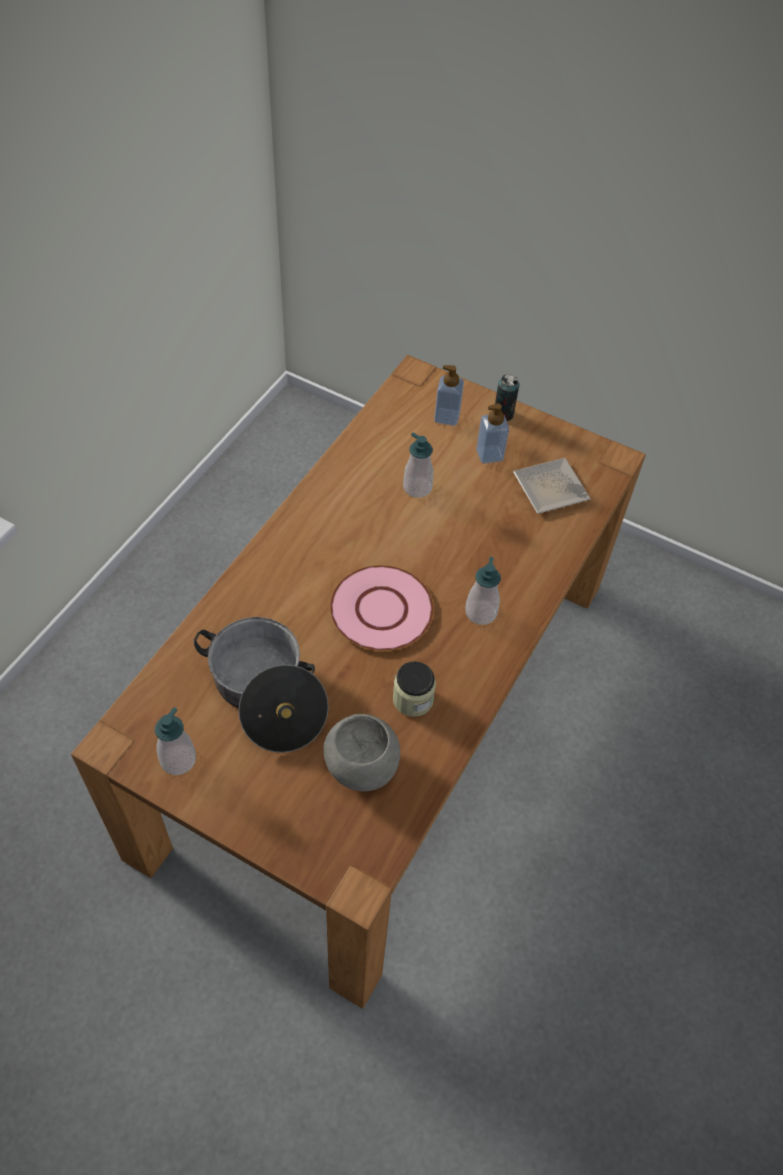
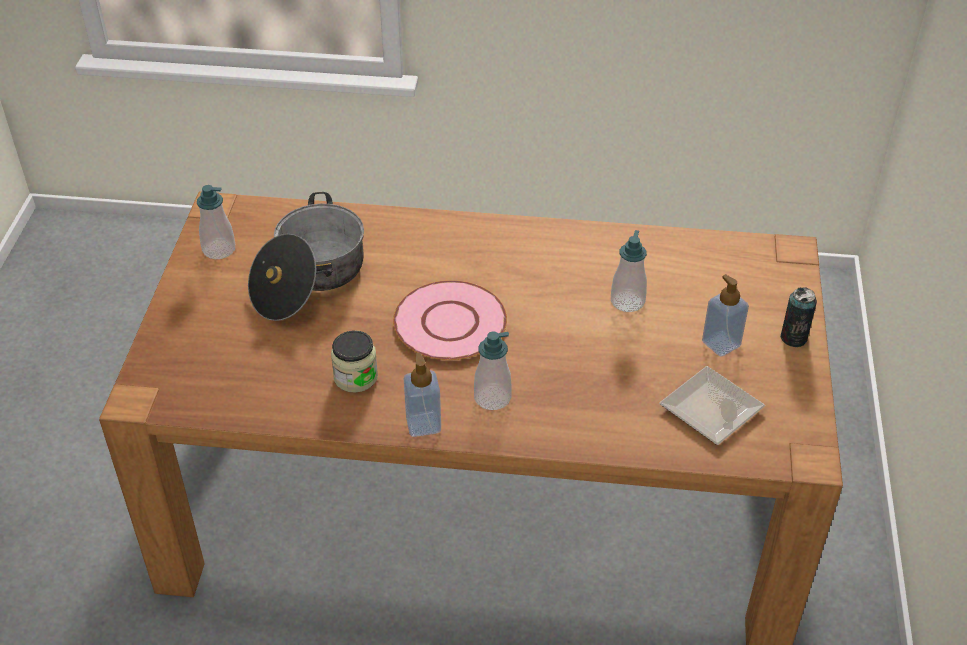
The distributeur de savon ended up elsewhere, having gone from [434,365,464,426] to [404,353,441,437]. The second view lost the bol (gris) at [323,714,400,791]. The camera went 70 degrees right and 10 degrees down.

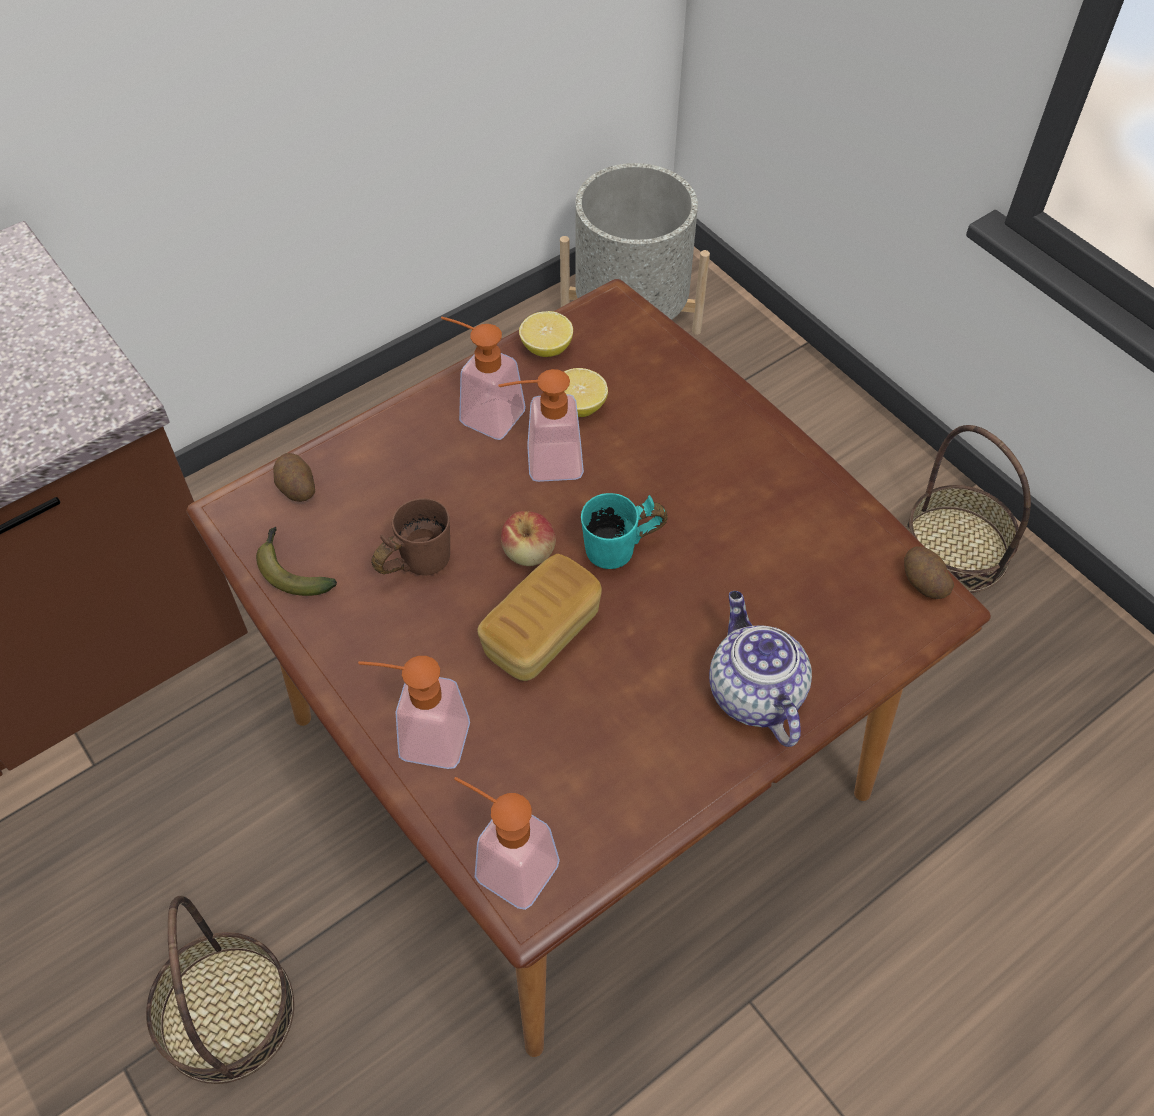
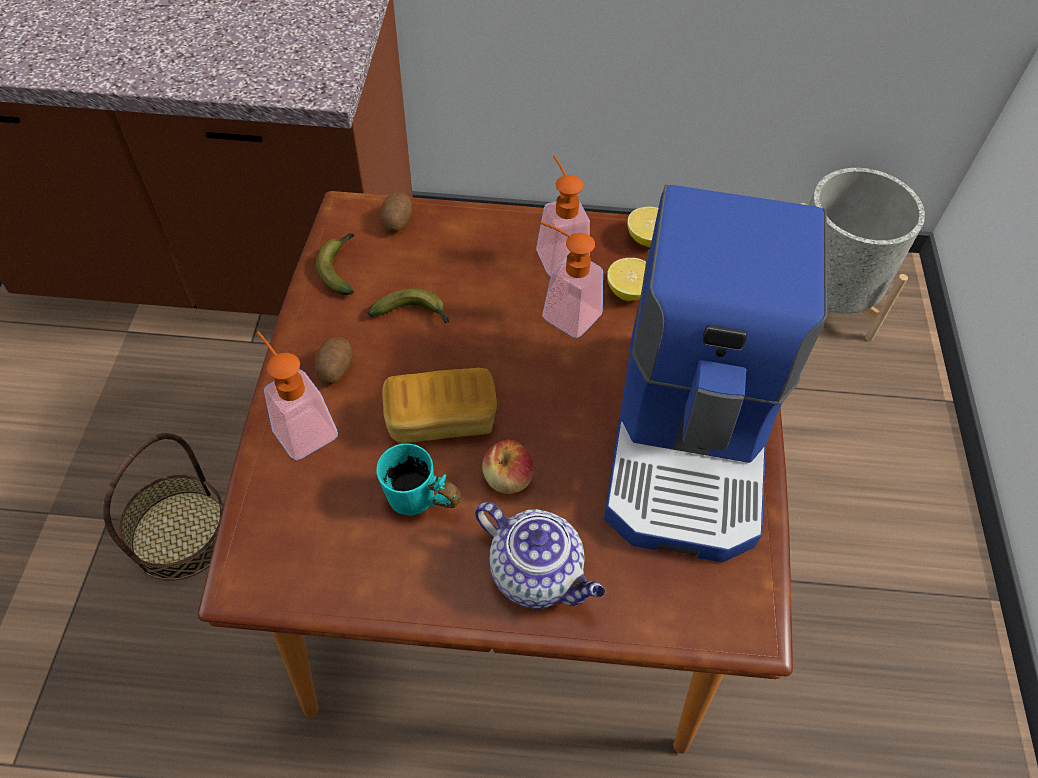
The second view lost the panier at [905,425,1031,593]. The mug (turquoise) ended up elsewhere, having gone from [581,493,668,569] to [376,444,461,516]. Where the mug (marron) stood at [371,498,450,575], the banane came to stand at [368,288,450,323]. The pomme ended up elsewhere, having gone from [501,511,556,566] to [482,440,534,494]. The pomme de terre ended up elsewhere, having gone from [904,546,954,599] to [315,337,352,384]. The théière at [709,591,812,747] ended up facing another way, 105 degrees clockwise from before. The second view lost the distributeur de savon at [454,777,560,910]. The second view gained the machine à café at [604,184,827,563]. The camera went 40 degrees right and 0 degrees up.

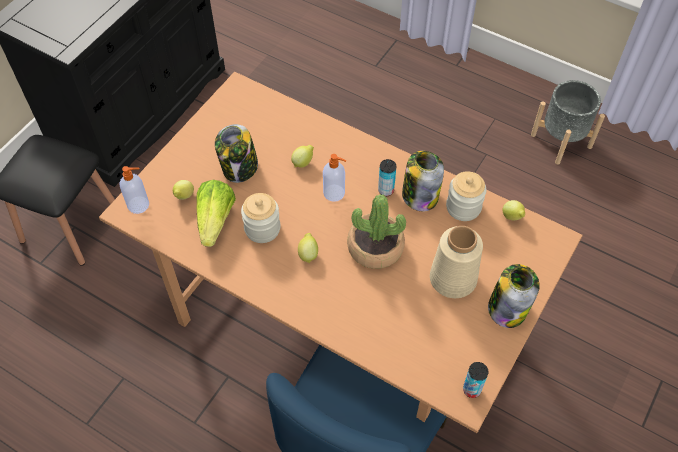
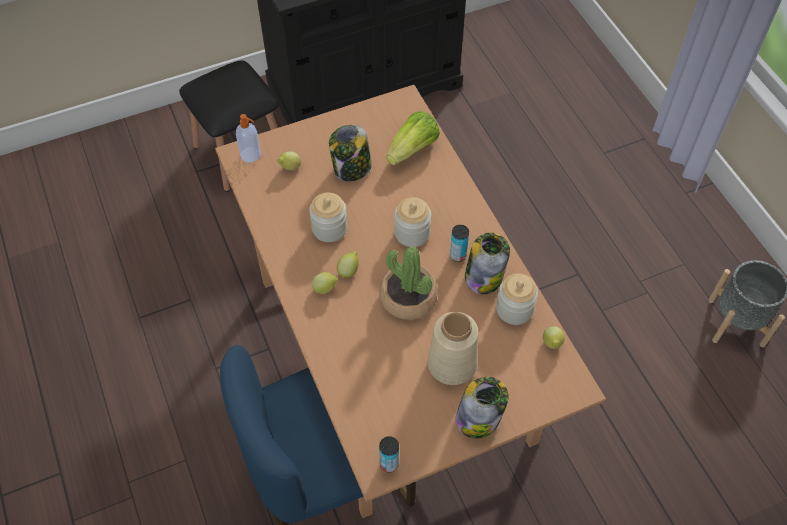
The citron ended up elsewhere, having gone from [291,145,314,168] to [312,272,338,294]. Where the distributeur de savon stood at [323,154,347,202], the bocal came to stand at [394,197,431,247]. The laitue ended up elsewhere, having gone from [197,180,236,247] to [387,111,440,165]. The camera went 35 degrees right and 0 degrees up.

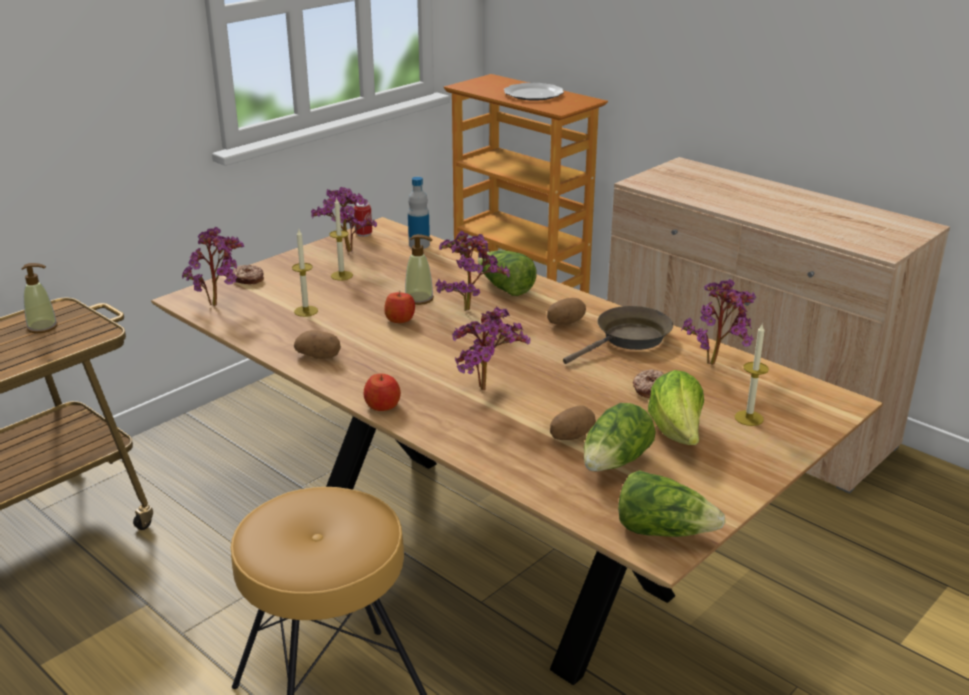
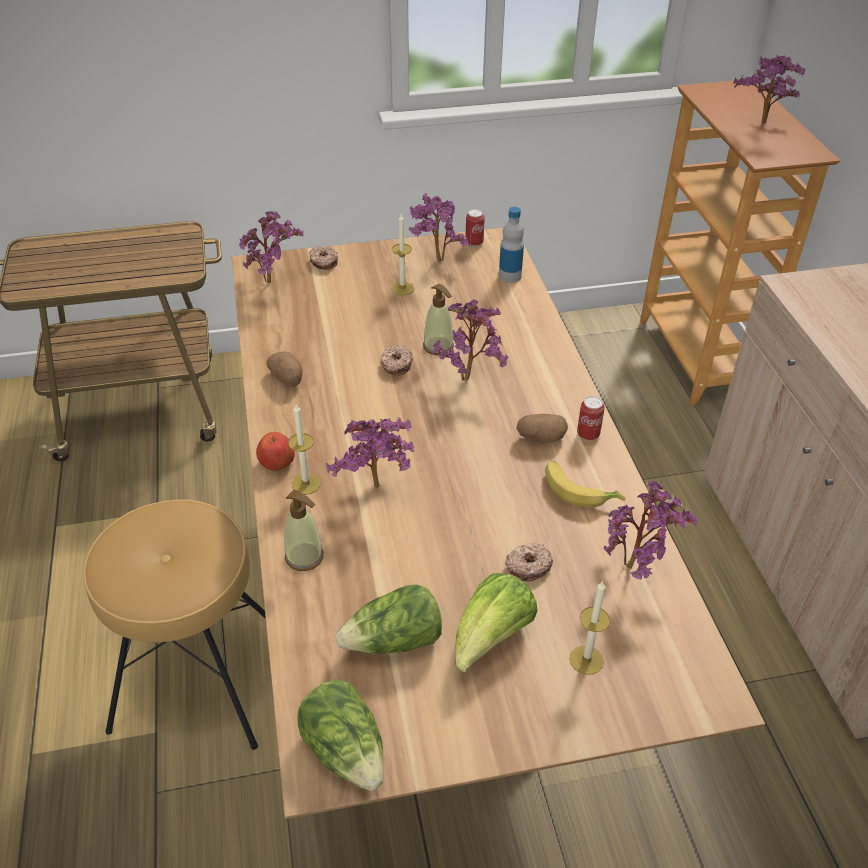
Where the assiette stood at [504,83,564,101], the plante en pot came to stand at [733,55,805,124]. The bougie ended up elsewhere, having gone from [292,229,318,317] to [288,404,321,495]. The second view lost the laitue at [478,250,537,296]. The distributeur de savon ended up elsewhere, having gone from [22,263,58,333] to [284,490,324,571]. Where the pomme stood at [384,292,415,323], the beignet came to stand at [381,346,413,376]. Where the poêle (marron) stood at [563,306,673,364], the banane came to stand at [545,461,625,507]. The second view lost the pomme de terre at [550,405,596,440]. The second view gained the boîte métallique at [577,396,605,441]. The camera went 35 degrees right and 15 degrees up.

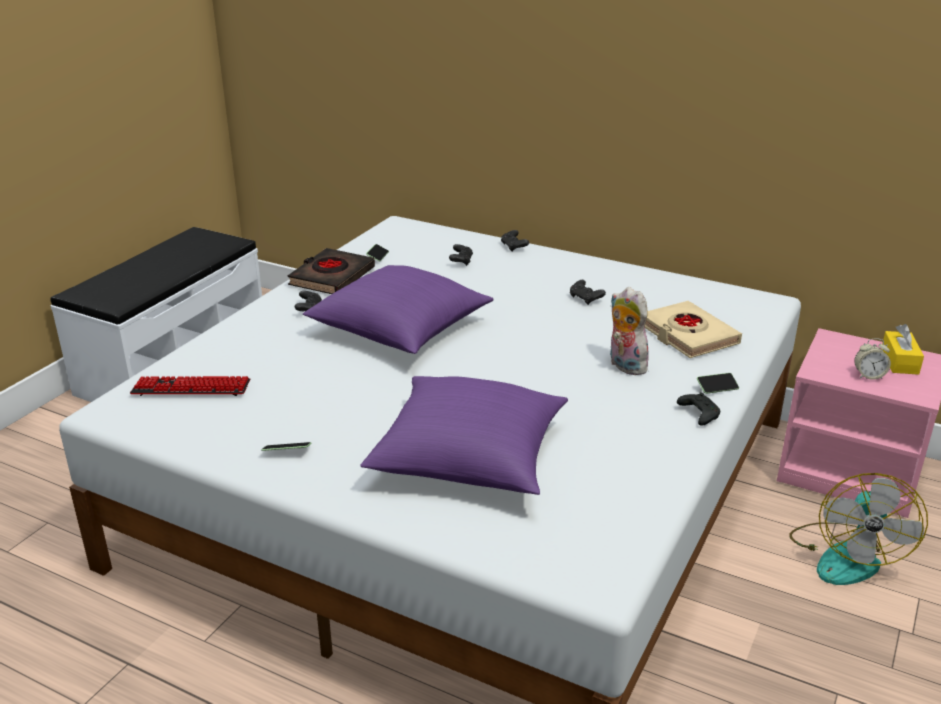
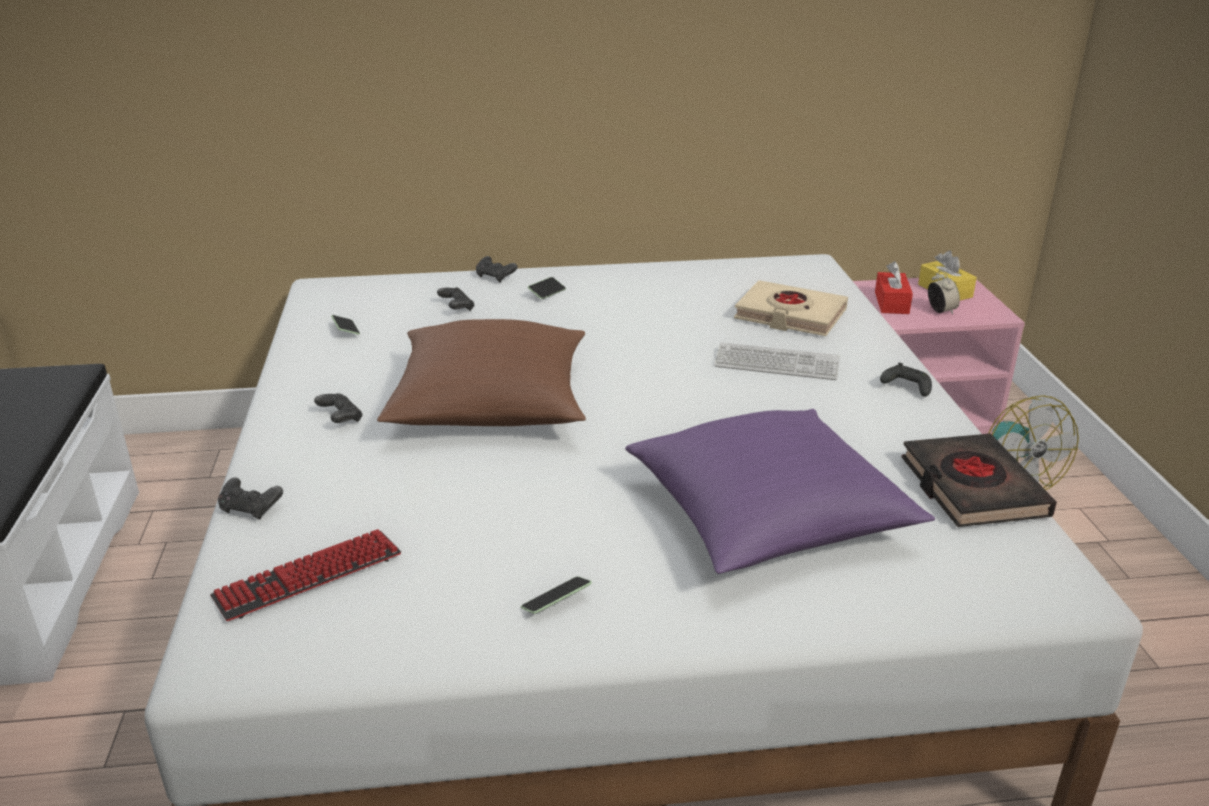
The livre (noir) ended up elsewhere, having gone from [288,248,375,294] to [902,433,1057,527]. What was the coussin (violet) at [303,265,493,354] turned into the coussin (marron) at [377,319,586,426]. The manette (noir) ended up elsewhere, having gone from [570,280,606,305] to [218,477,283,520]. Where the peluche stood at [610,287,649,375], the clavier came to stand at [714,342,840,380]. The réveil at [854,338,891,380] ended up facing another way, 75 degrees counterclockwise from before. The téléphone ended up elsewhere, having gone from [697,373,739,394] to [528,277,566,299]. The second view gained the boîte à mouchoirs (rouge) at [875,261,913,314]. The camera went 35 degrees left and 0 degrees up.

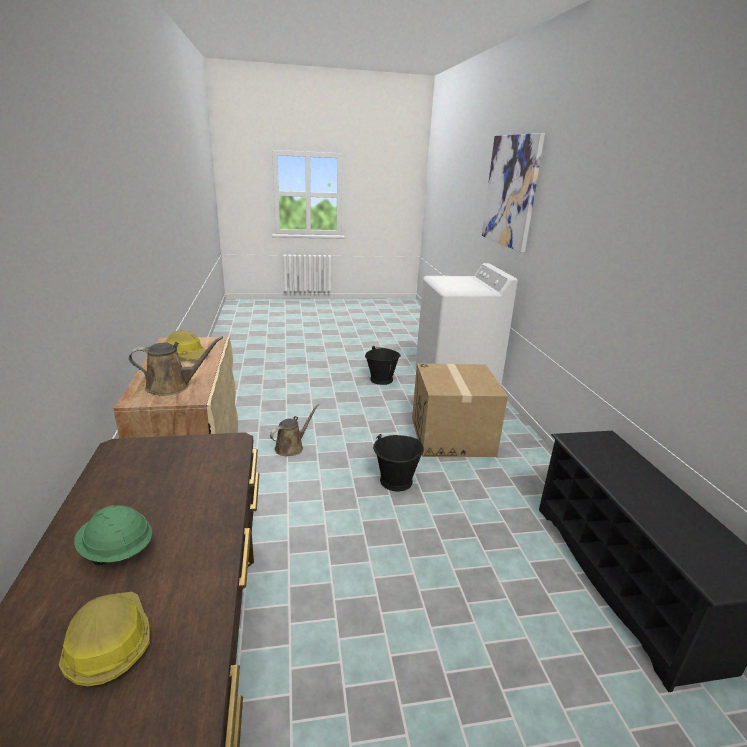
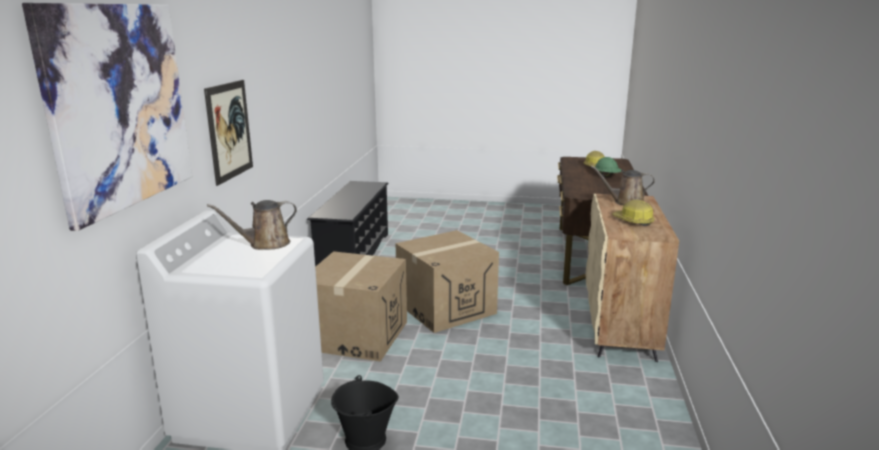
The arrosoir (marron) ended up elsewhere, having gone from [270,404,319,456] to [207,200,297,250]. Where the seau (noir) stood at [373,434,424,492], the carton came to stand at [395,230,499,333]. The second view gained the tableau at [204,80,253,186]. The camera went 160 degrees left and 5 degrees down.

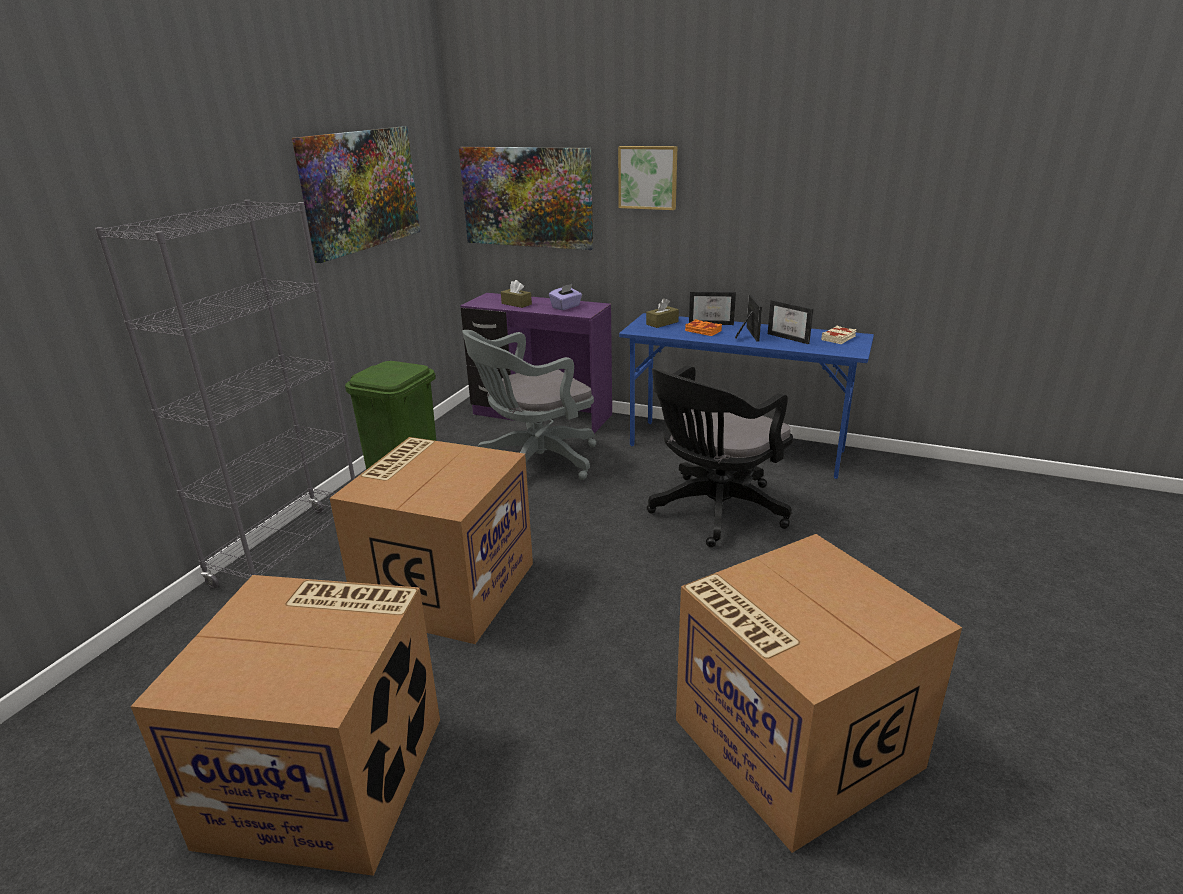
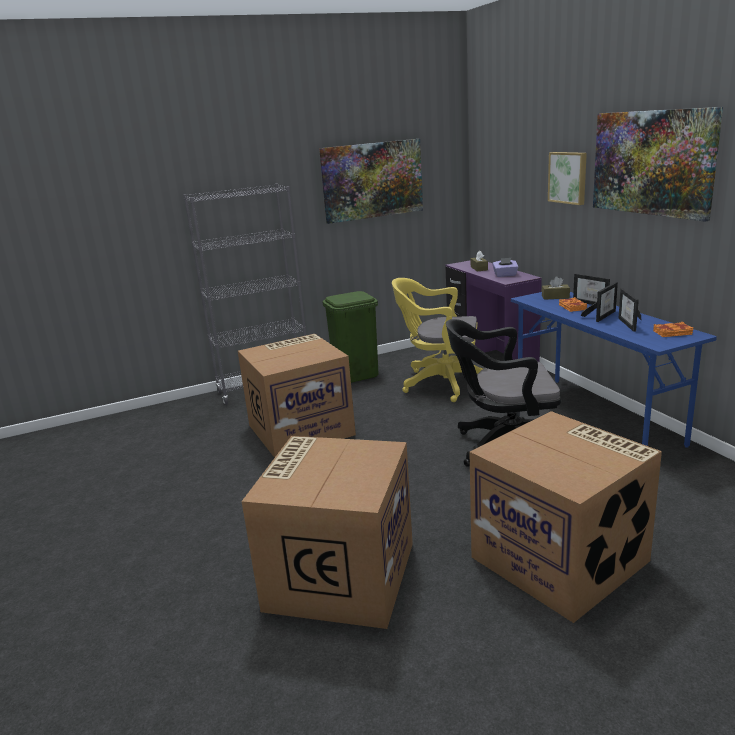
The tableau ended up elsewhere, having gone from [459,147,593,250] to [593,107,723,222]. What was the livre (beige) at [821,326,857,344] turned into the livre (orange) at [653,322,693,337]. What was the chaise de bureau (gris) at [462,330,596,480] turned into the chaise de bureau (jaune) at [392,278,483,402]. The carton ended up elsewhere, having gone from [131,575,440,876] to [469,411,662,623]. The camera went 45 degrees right and 5 degrees down.

